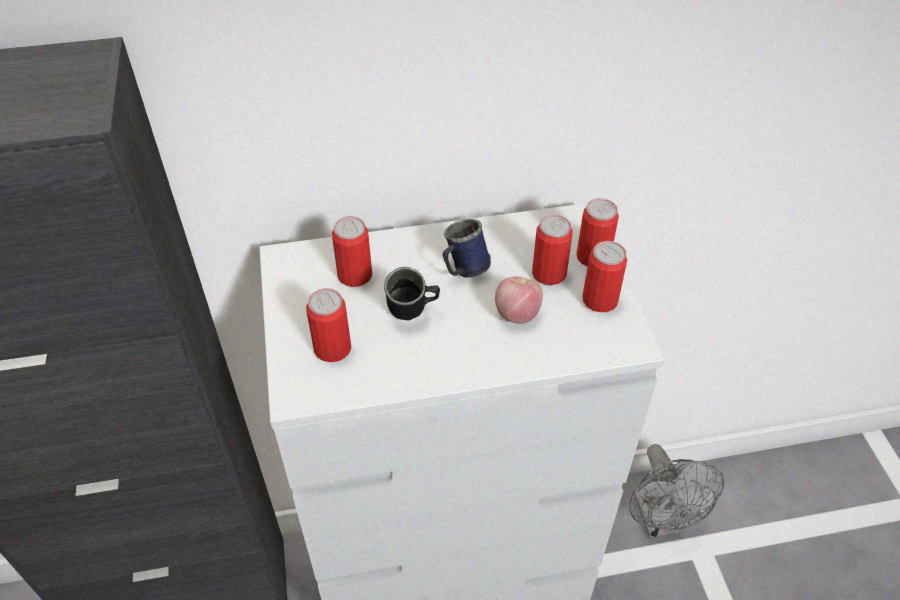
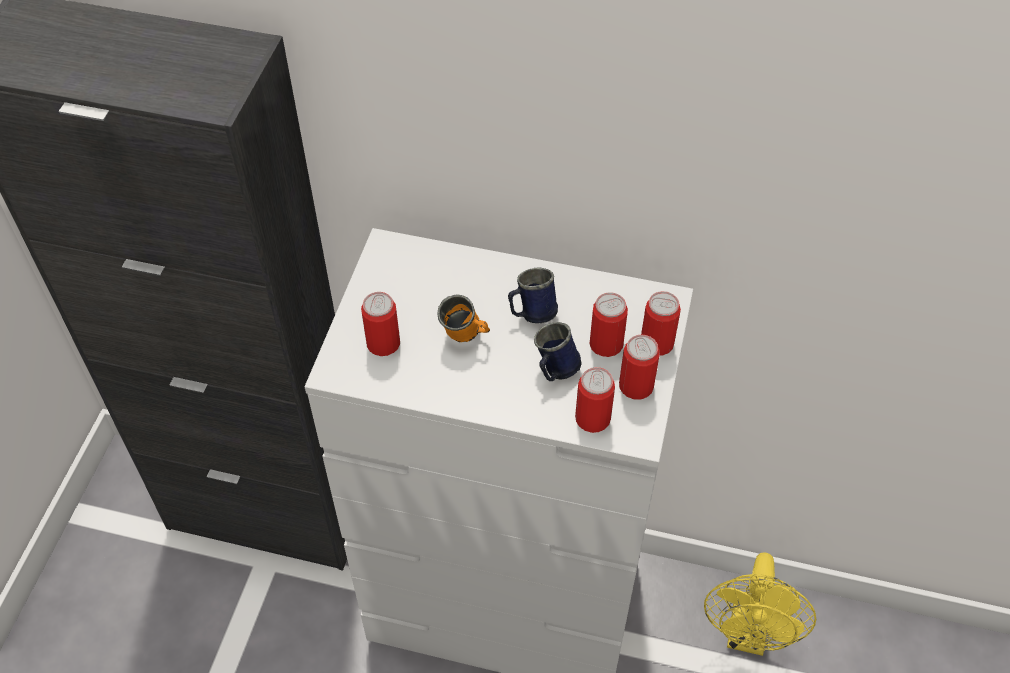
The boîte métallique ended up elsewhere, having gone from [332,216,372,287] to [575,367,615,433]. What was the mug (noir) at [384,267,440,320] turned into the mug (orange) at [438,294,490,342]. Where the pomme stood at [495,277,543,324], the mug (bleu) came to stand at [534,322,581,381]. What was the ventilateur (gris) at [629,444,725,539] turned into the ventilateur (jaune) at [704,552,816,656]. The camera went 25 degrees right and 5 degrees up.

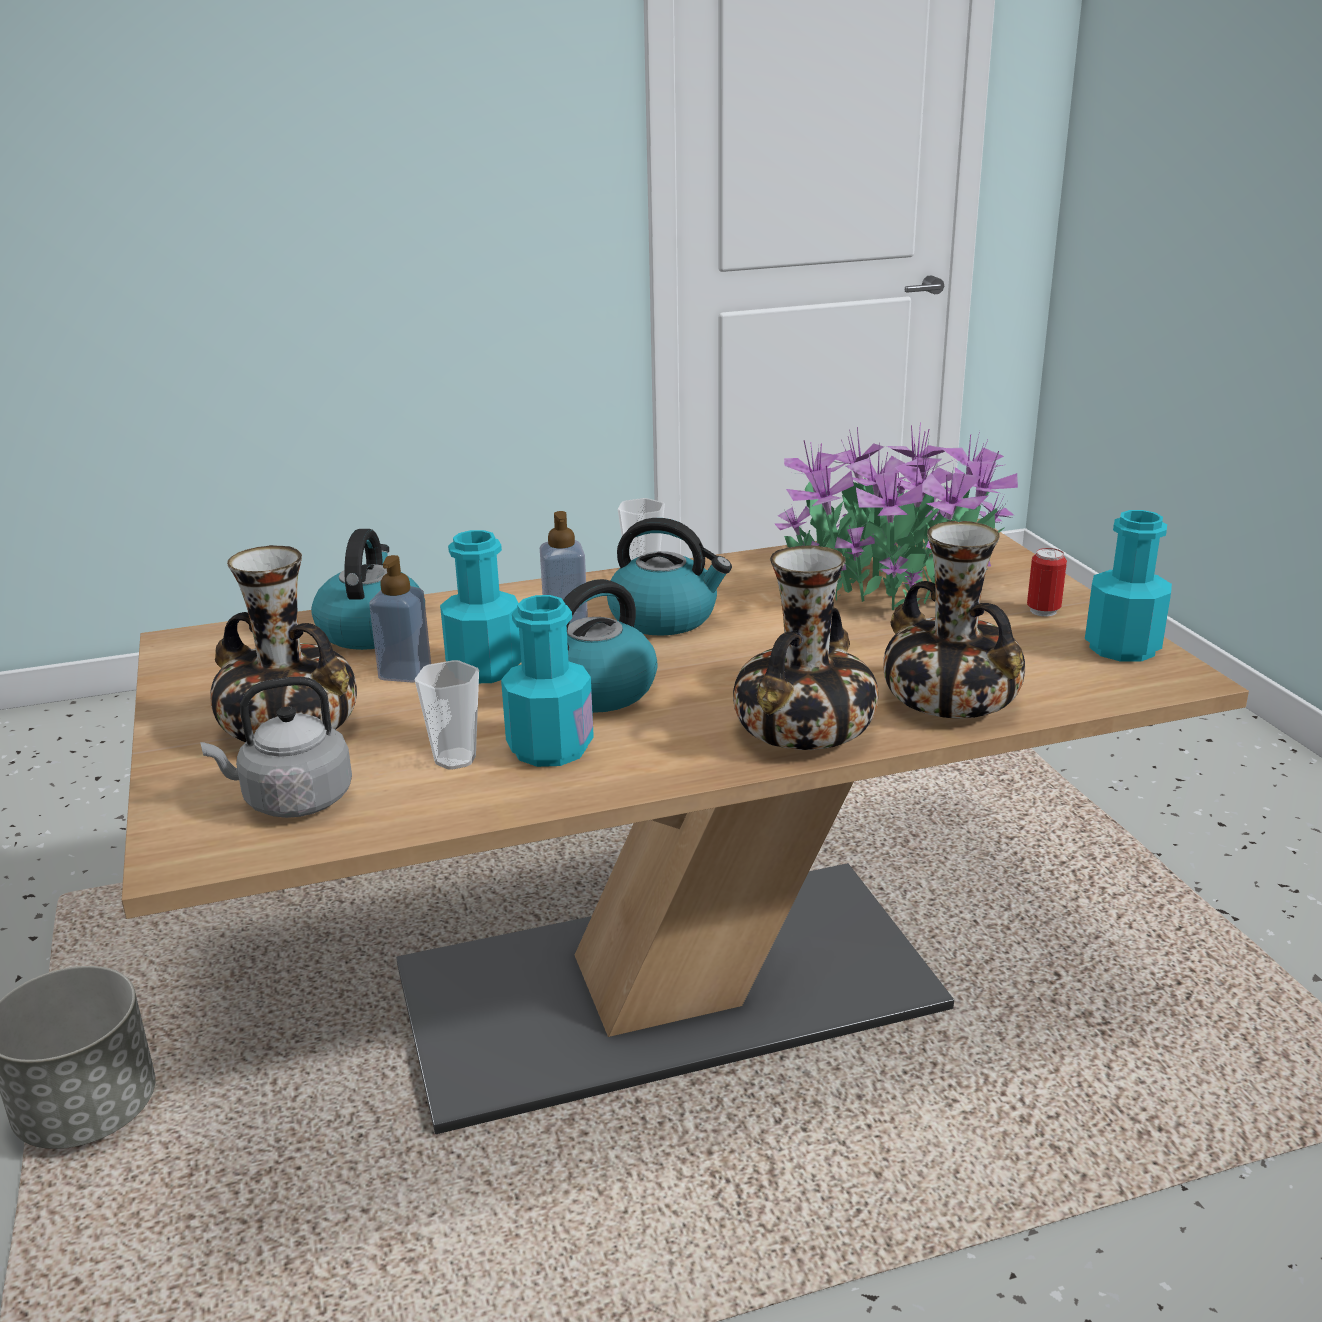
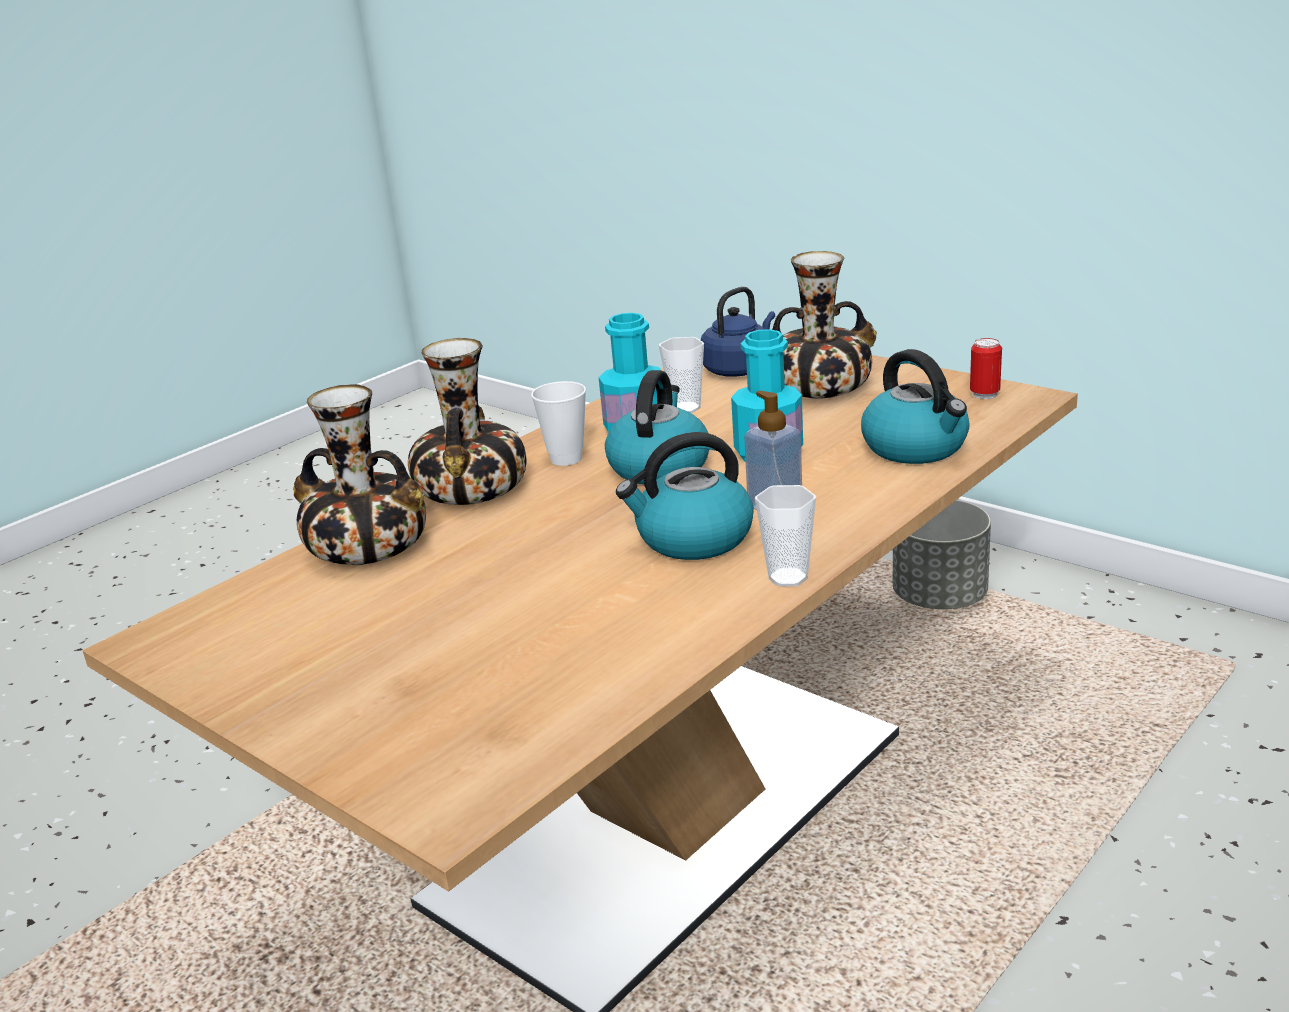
The second view lost the plante en pot at [774,422,1018,610]. The second view lost the bouteille (turquoise) at [1085,510,1172,662]. The boîte métallique ended up elsewhere, having gone from [1027,548,1067,617] to [970,338,1002,399]. The second view lost the distributeur de savon at [369,555,431,683]. What was the bouilloire (gris) at [200,676,352,818] turned into the bouilloire (bleu) at [701,287,775,377]. The second view gained the tasse at [531,381,586,466]. The camera went 150 degrees right and 0 degrees up.

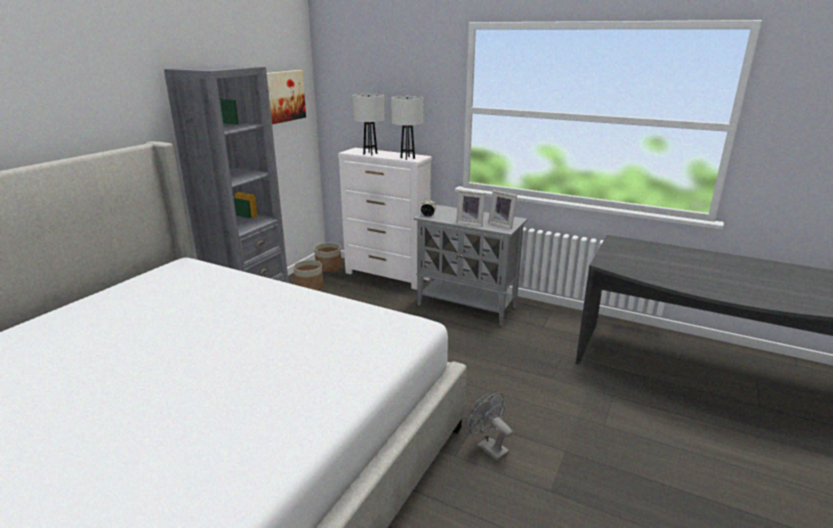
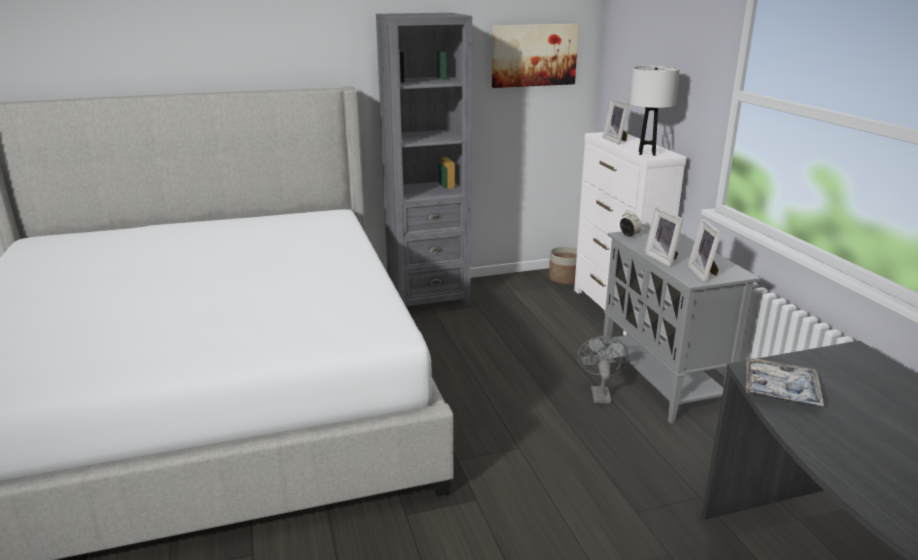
Where the lampe de table (blanc) stood at [353,94,384,156], the cadre photo came to stand at [603,98,629,144]. The second view lost the cache-pot at [293,260,323,290]. The ventilateur (gris) ended up elsewhere, having gone from [468,392,513,461] to [578,336,628,404]. The second view gained the plateau at [746,357,824,407]. The camera went 45 degrees right and 0 degrees up.

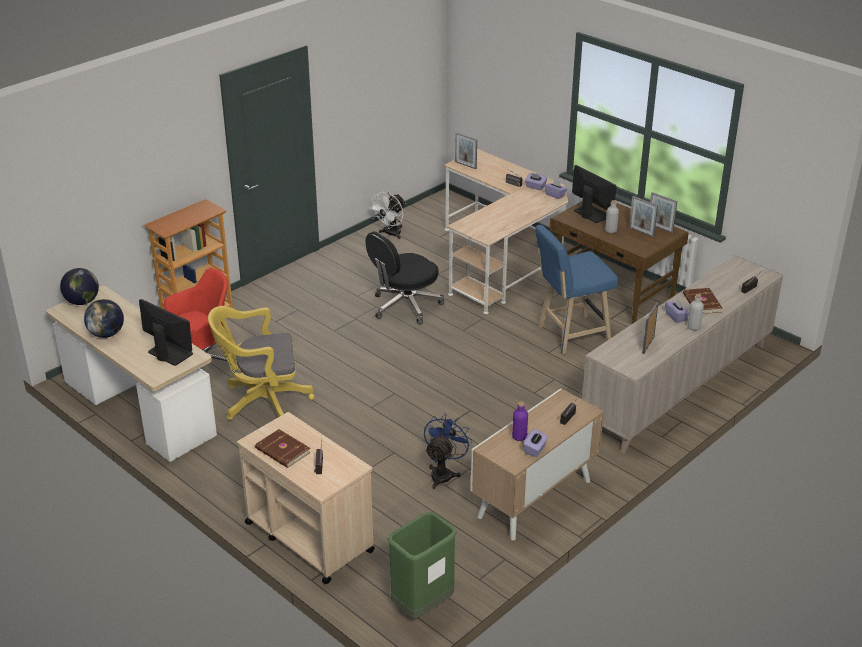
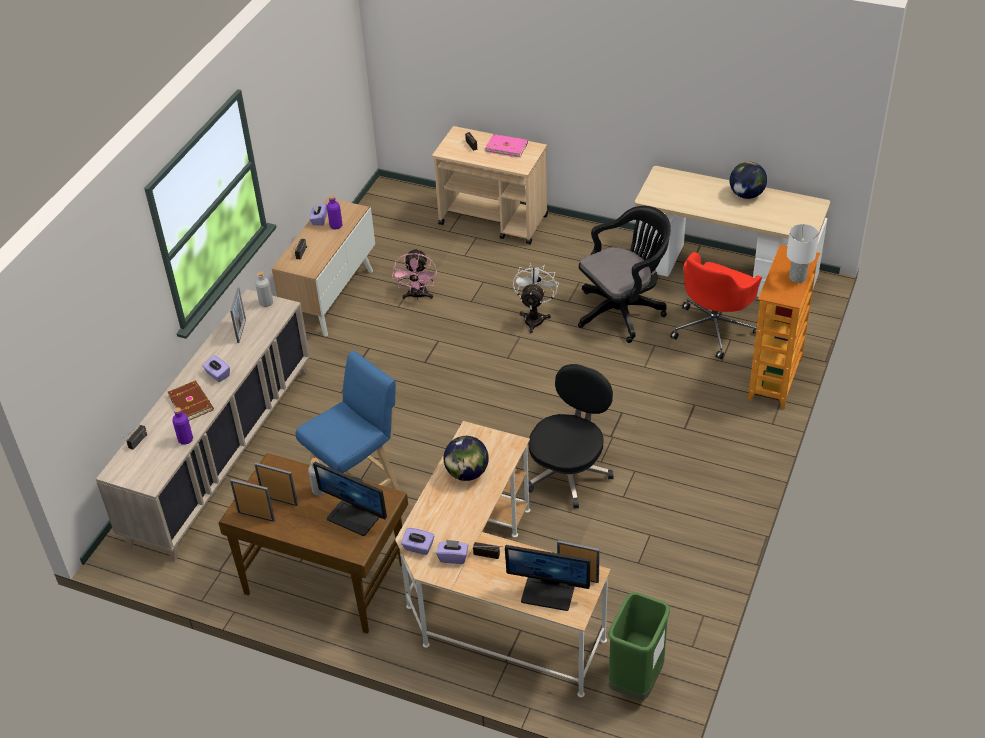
The ventilateur (blanc) ended up elsewhere, having gone from [369,192,406,239] to [513,263,559,333]. The globe ended up elsewhere, having gone from [60,268,99,305] to [444,436,489,481]. The bouteille (gris) ended up elsewhere, having gone from [687,294,704,330] to [255,271,273,307]. The écran d'ordinateur ended up elsewhere, having gone from [139,299,193,366] to [505,545,590,611]. What was the chaise de bureau (jaune) at [208,306,314,420] turned into the chaise de bureau (noir) at [578,206,671,343]. What was the ventilateur (bleu) at [424,413,473,489] turned into the ventilateur (rose) at [392,248,437,300]. What was the livre (marron) at [255,429,311,468] turned into the livre (rose) at [485,134,528,158]. The poubelle (vert) ended up elsewhere, having gone from [388,512,457,618] to [609,592,670,700]. The second view gained the lampe de table (blanc) at [786,224,819,283]. The second view gained the bouteille (violet) at [172,407,193,445]. The camera went 160 degrees right and 10 degrees up.

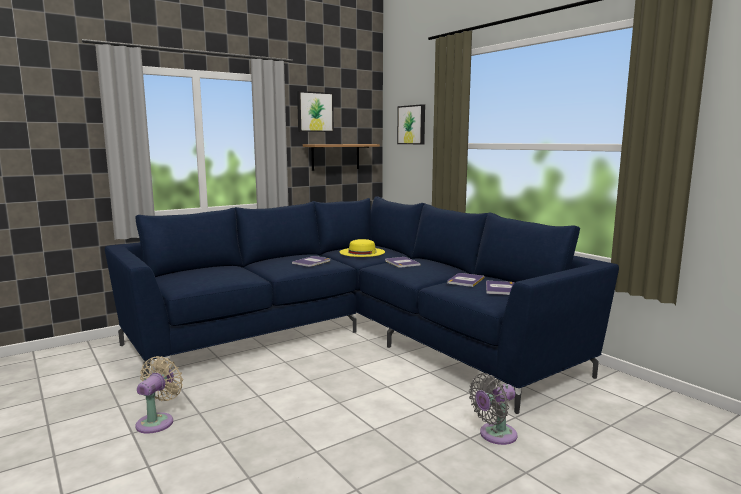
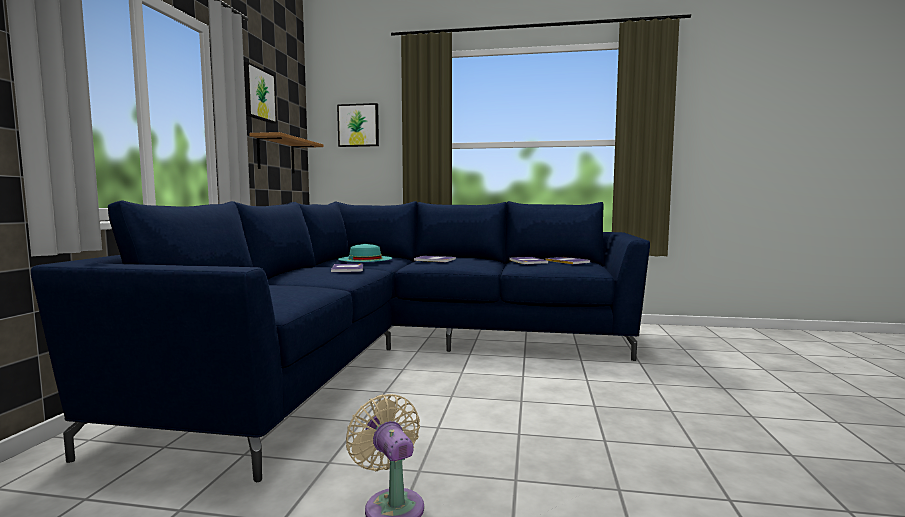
What was the chapeau (jaune) at [340,239,385,257] turned into the chapeau (turquoise) at [338,244,392,262]. The second view lost the ventilateur (gris) at [469,373,518,445]. The camera went 45 degrees left and 5 degrees down.

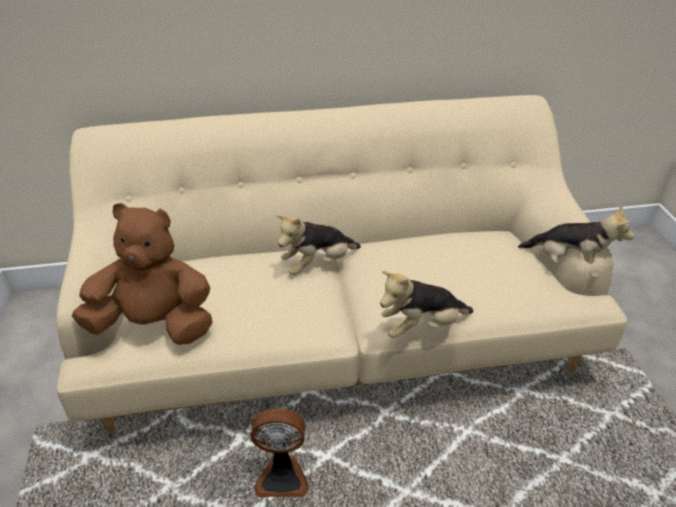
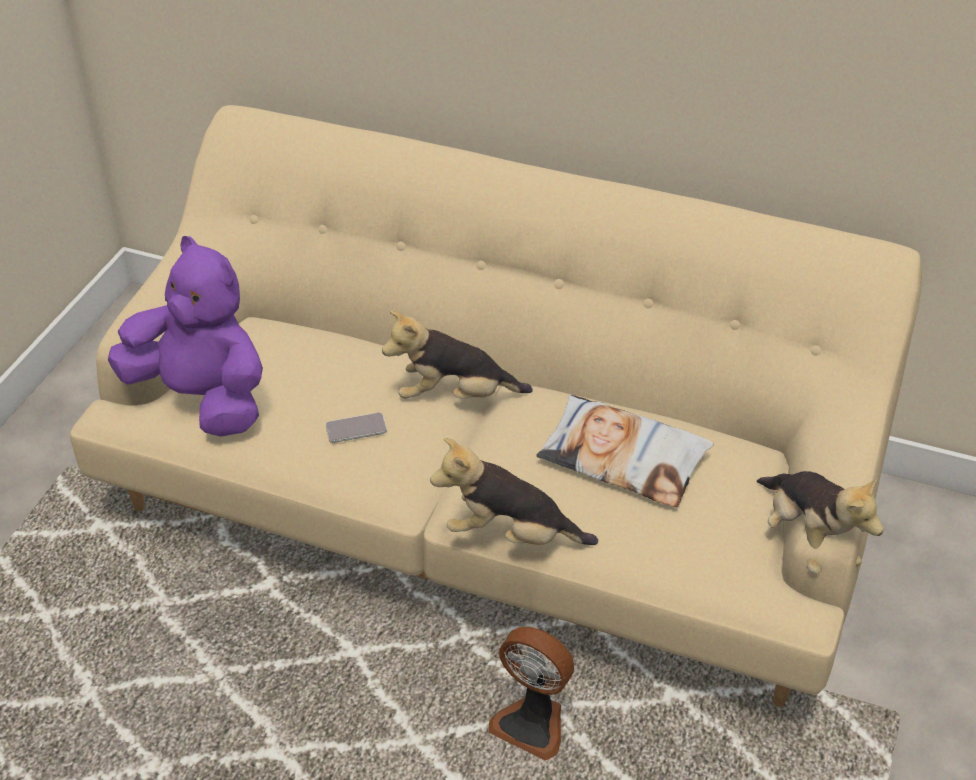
What was the peluche (marron) at [72,203,212,345] turned into the peluche (violet) at [108,236,263,437]. The ventilateur ended up elsewhere, having gone from [251,408,309,497] to [489,626,574,761]. The second view gained the coussin at [536,395,714,507]. The second view gained the téléphone at [326,412,387,443]. The camera went 30 degrees right and 5 degrees up.

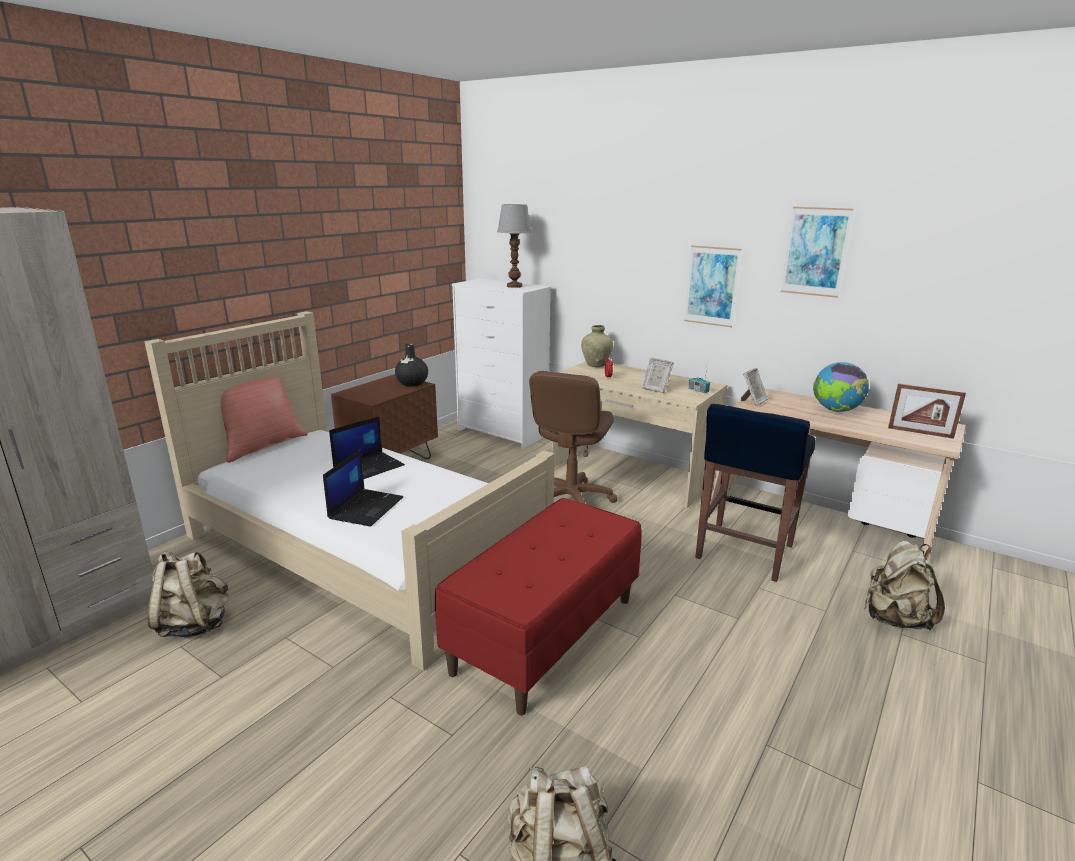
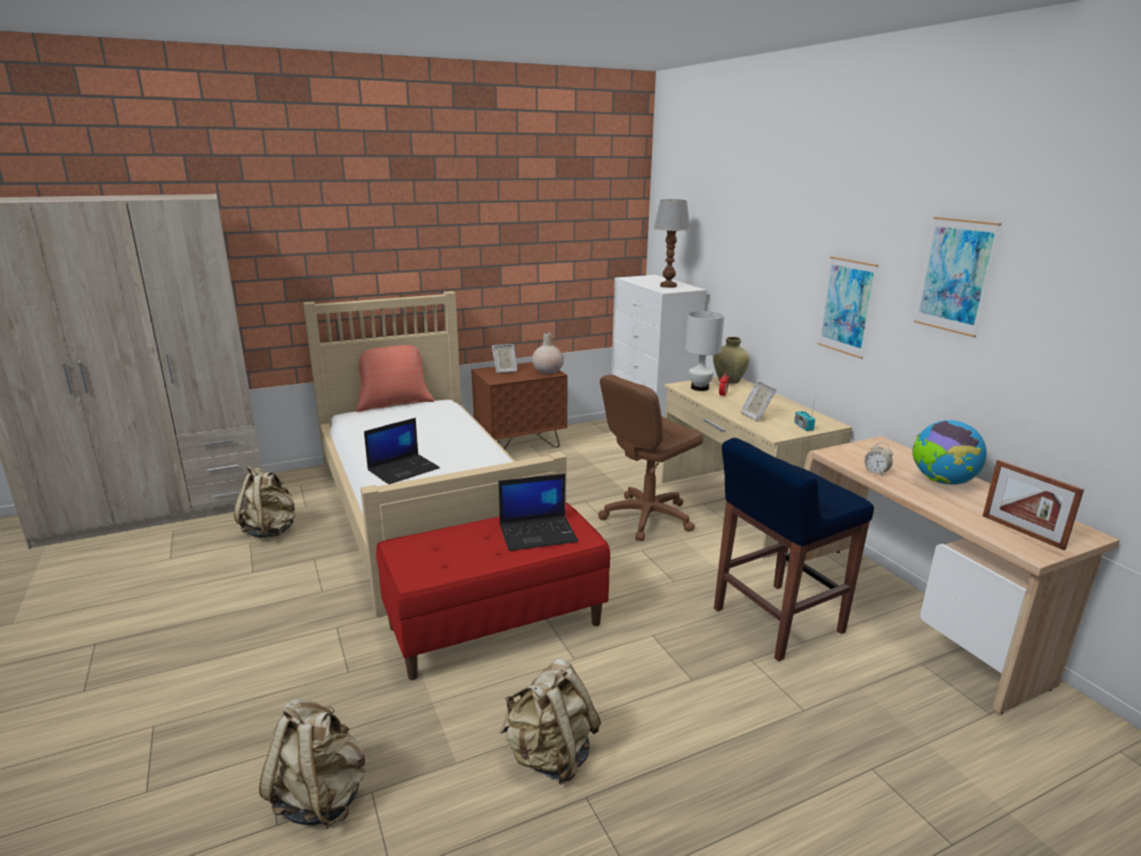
What was the vase (noir) at [395,344,428,387] turned into the vase (beige) at [532,332,564,374]. The cadre photo ended up elsewhere, having gone from [741,368,768,406] to [492,344,518,374]. The ordinateur portable ended up elsewhere, having gone from [329,417,405,479] to [499,474,578,551]. The sac à dos (beige) ended up elsewhere, having gone from [864,541,945,630] to [499,658,601,785]. The second view gained the lampe de table (blanc) at [685,311,724,391]. The second view gained the réveil at [864,443,893,475]. The camera went 30 degrees right and 0 degrees up.

